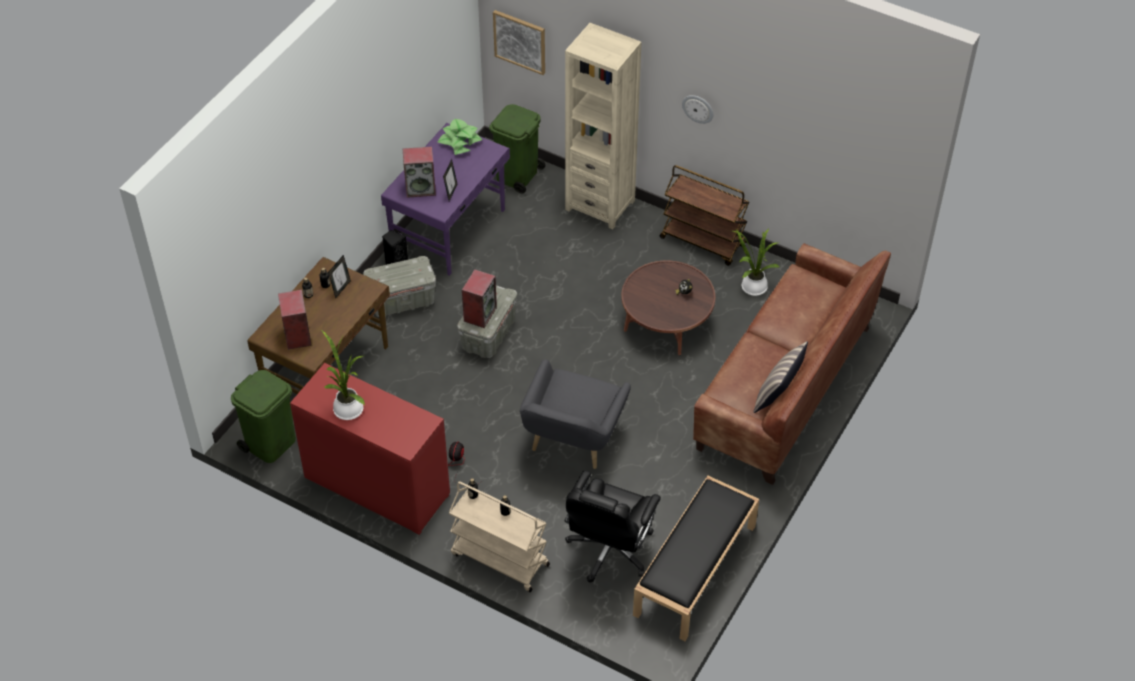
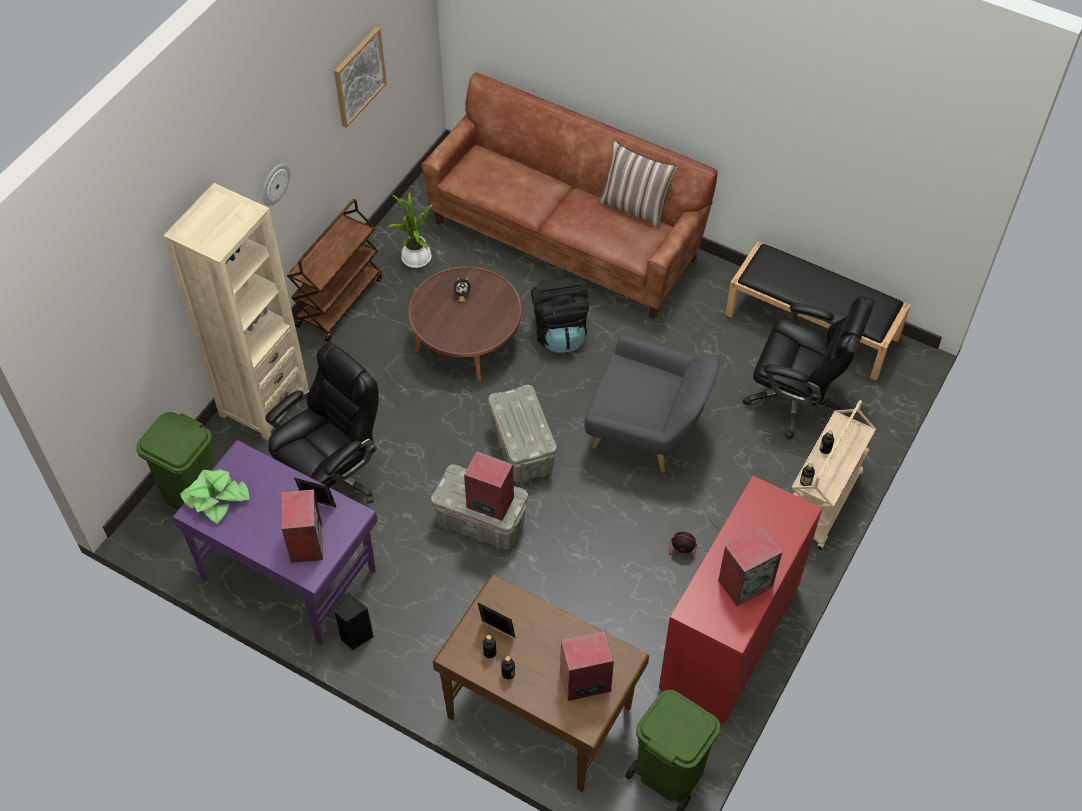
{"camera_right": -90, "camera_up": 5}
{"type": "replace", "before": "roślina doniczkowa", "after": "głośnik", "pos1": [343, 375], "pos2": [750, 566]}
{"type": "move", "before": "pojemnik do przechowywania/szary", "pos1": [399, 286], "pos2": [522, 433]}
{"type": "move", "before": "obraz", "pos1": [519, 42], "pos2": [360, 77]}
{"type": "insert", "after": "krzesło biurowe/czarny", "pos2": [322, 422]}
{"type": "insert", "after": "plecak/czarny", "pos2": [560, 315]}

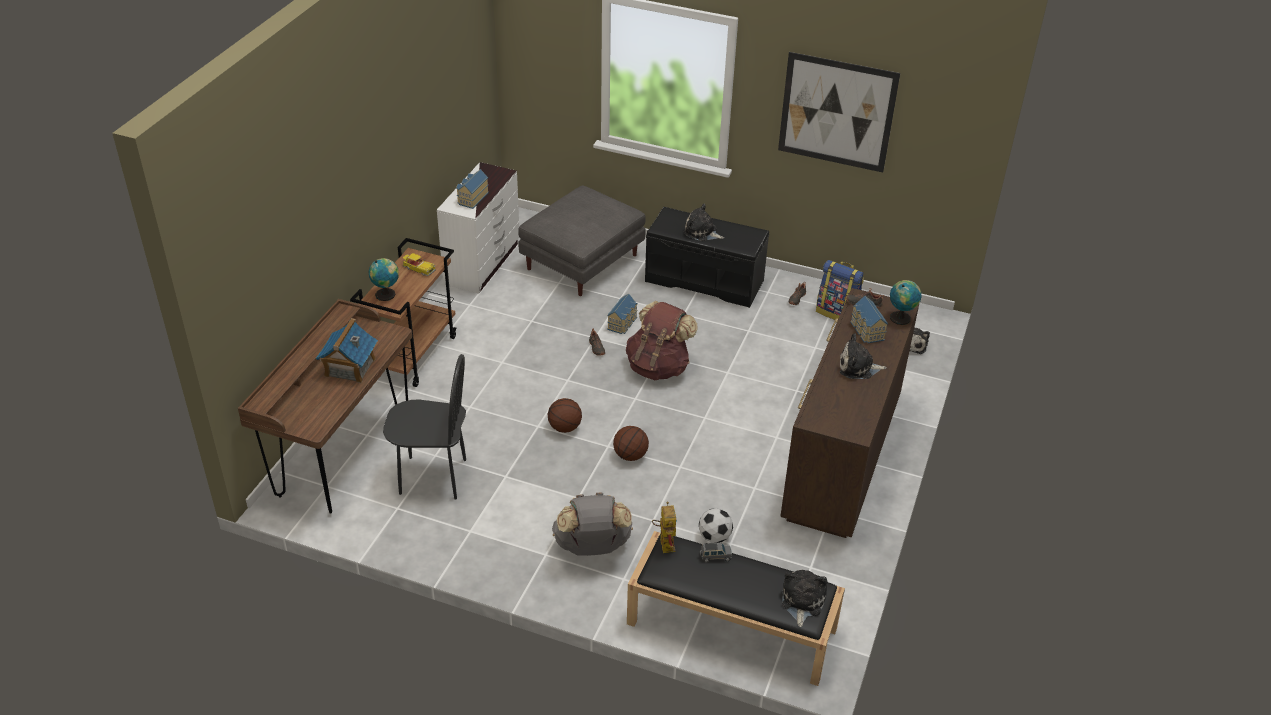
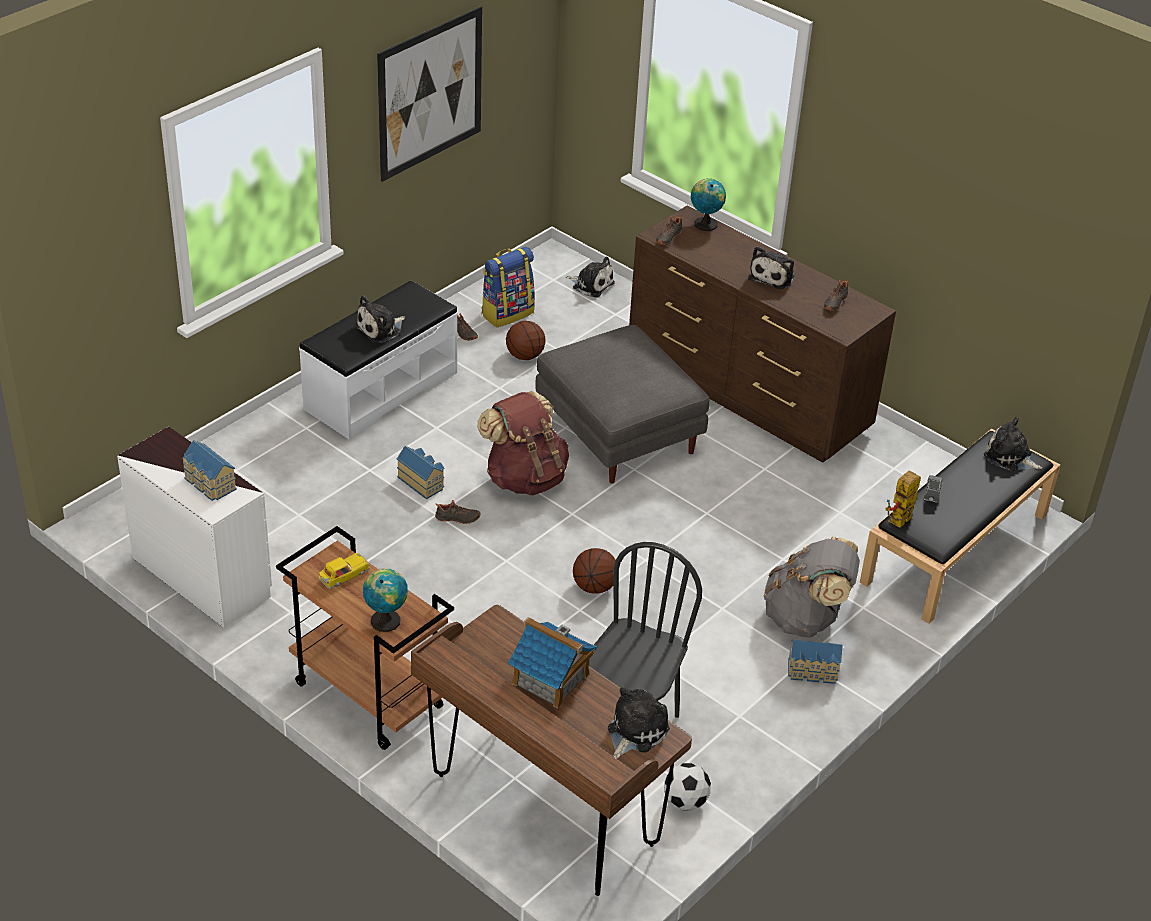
{"camera_right": -70, "camera_up": 0}
{"type": "move", "before": "pufa/szary", "pos1": [582, 241], "pos2": [623, 404]}
{"type": "move", "before": "piłka do koszykówki", "pos1": [631, 443], "pos2": [526, 340]}
{"type": "recolor", "before": "ławka/czarny", "after": "ławka/biały", "pos1": [707, 257], "pos2": [378, 360]}
{"type": "rotate", "before": "robot zabawkowy", "pos1": [664, 527], "pos2": [903, 499], "turn": -60}
{"type": "move", "before": "piłka futbolowa", "pos1": [716, 525], "pos2": [687, 786]}
{"type": "move", "before": "domek", "pos1": [869, 319], "pos2": [815, 662]}
{"type": "insert", "after": "pluszak", "pos2": [639, 723]}
{"type": "insert", "after": "but/czarny", "pos2": [836, 295]}

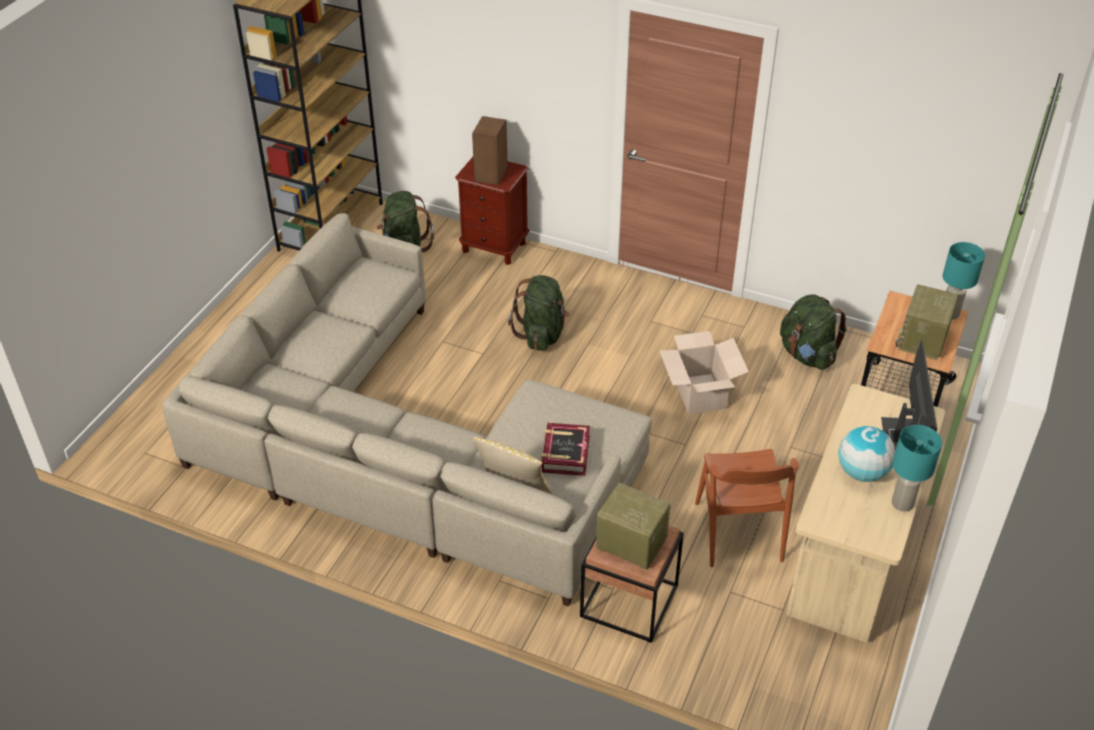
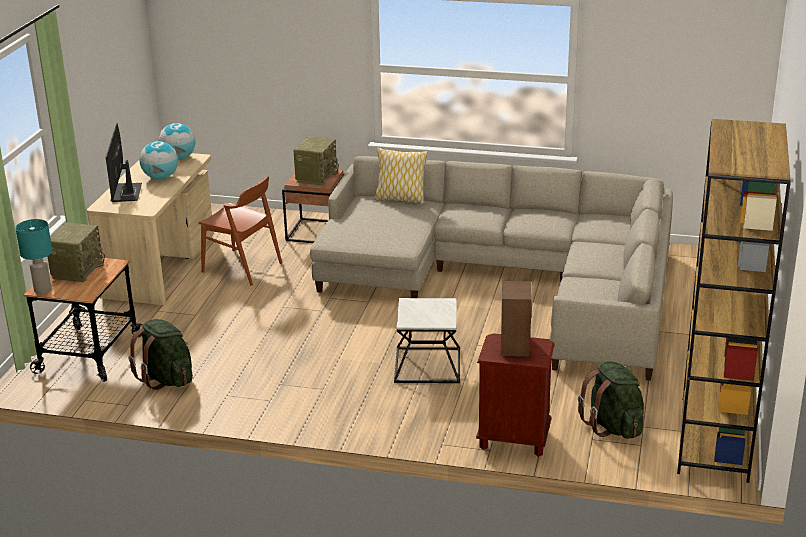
{"camera_right": 170, "camera_up": -15}
{"type": "replace", "before": "plecak/zielony", "after": "stolik", "pos1": [539, 313], "pos2": [427, 340]}
{"type": "delete", "before": "książka", "pos1": [565, 449]}
{"type": "rotate", "before": "radio", "pos1": [633, 526], "pos2": [316, 161], "turn": -90}
{"type": "delete", "before": "karton", "pos1": [704, 372]}
{"type": "rotate", "before": "krzesło/brązowy", "pos1": [747, 508], "pos2": [240, 231], "turn": 135}
{"type": "delete", "before": "lampa stołowa/turkusowy", "pos1": [917, 468]}
{"type": "insert", "after": "globus", "pos2": [177, 141]}

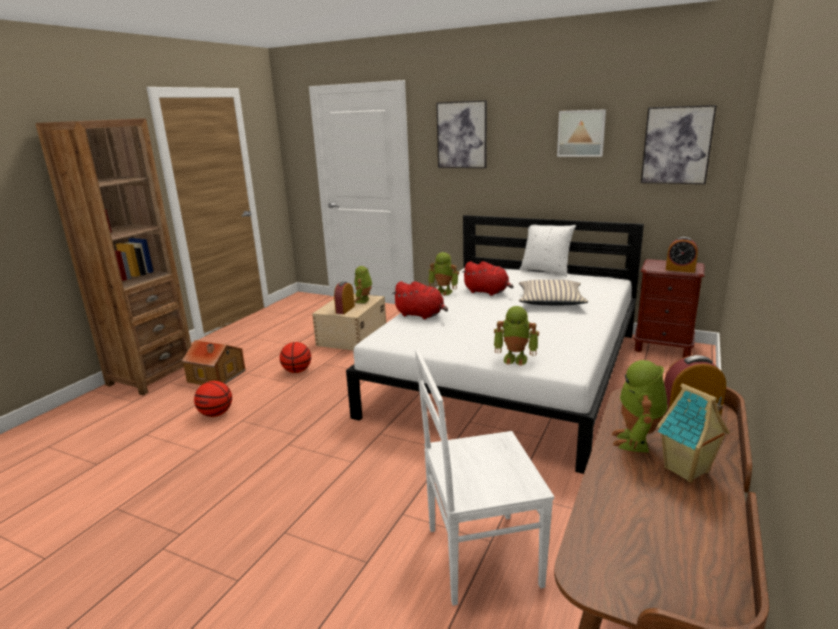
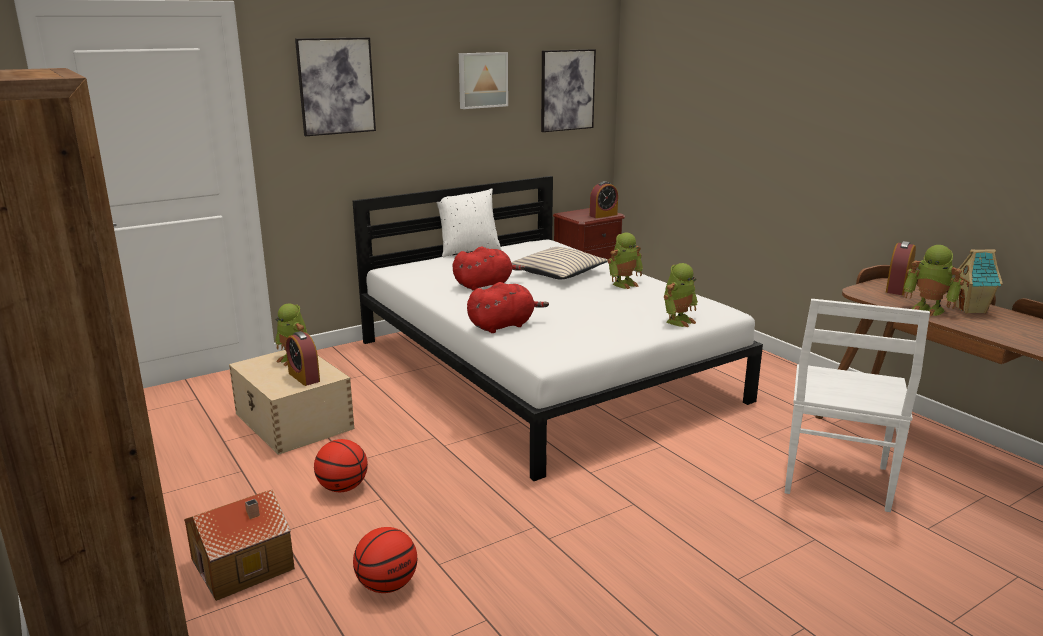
{"camera_right": -60, "camera_up": 0}
{"type": "move", "before": "robot zabawkowy", "pos1": [443, 274], "pos2": [625, 261]}

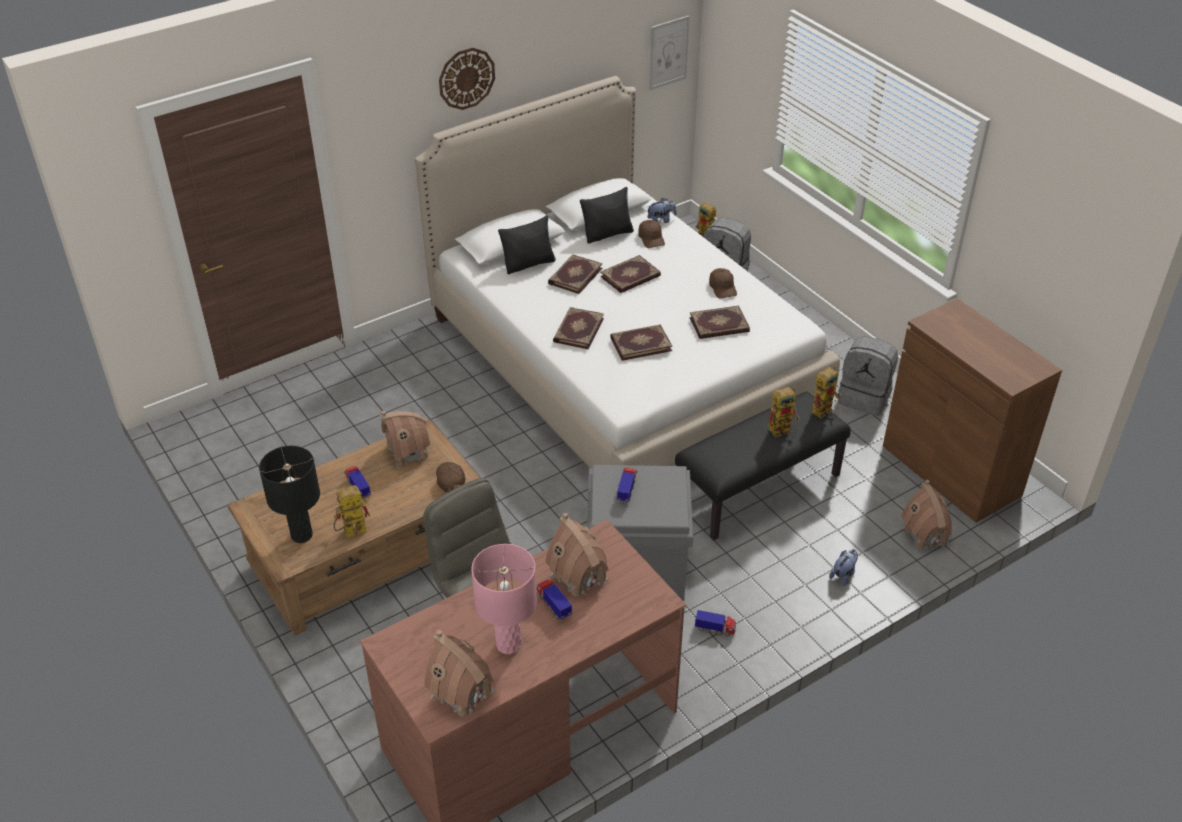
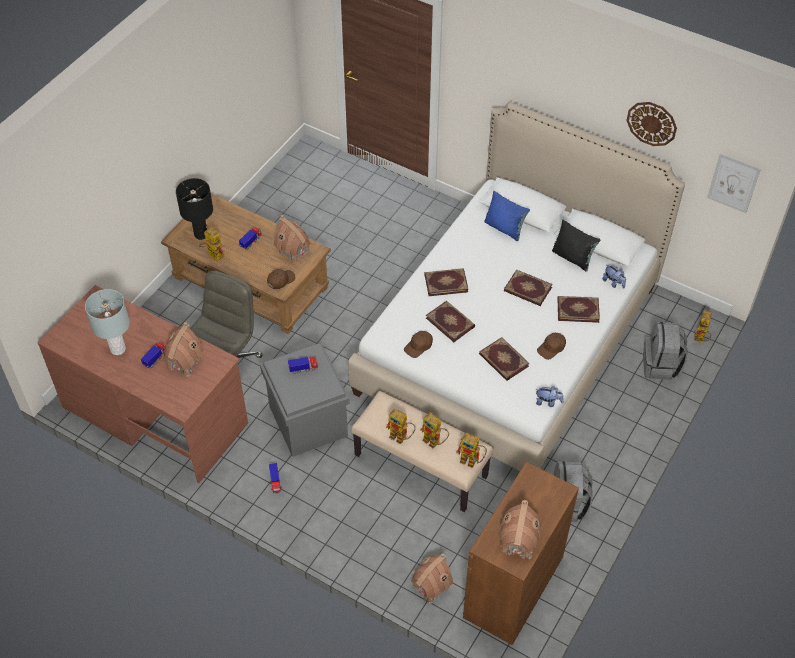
{"camera_right": 65, "camera_up": 10}
{"type": "move", "before": "domek", "pos1": [459, 674], "pos2": [520, 529]}
{"type": "move", "before": "zegar ścienny", "pos1": [467, 79], "pos2": [651, 124]}
{"type": "recolor", "before": "lampa stołowa/różowy", "after": "lampa stołowa/szary", "pos1": [504, 599], "pos2": [107, 322]}
{"type": "recolor", "before": "poduszka/czarny", "after": "poduszka/niebieski", "pos1": [527, 244], "pos2": [507, 216]}
{"type": "move", "before": "książka", "pos1": [575, 274], "pos2": [578, 309]}
{"type": "move", "before": "czapka z daszkiem/brązowy", "pos1": [651, 234], "pos2": [418, 344]}
{"type": "recolor", "before": "ławka/czarny", "after": "ławka/beżowy", "pos1": [763, 466], "pos2": [422, 451]}
{"type": "move", "before": "pluszak", "pos1": [843, 567], "pos2": [550, 396]}
{"type": "insert", "after": "robot zabawkowy", "pos2": [401, 426]}

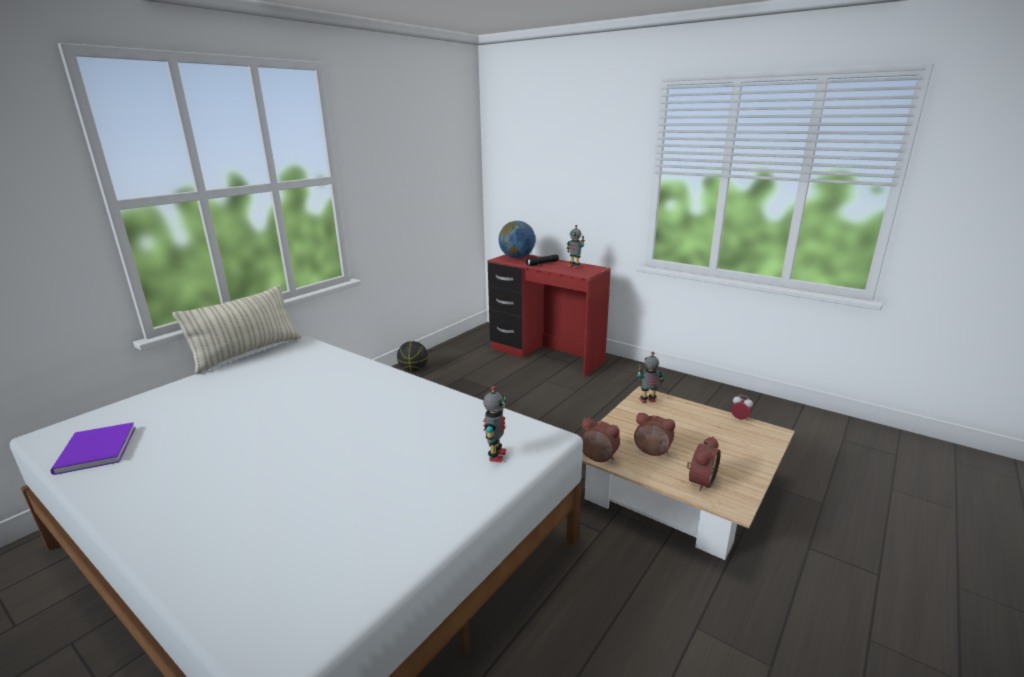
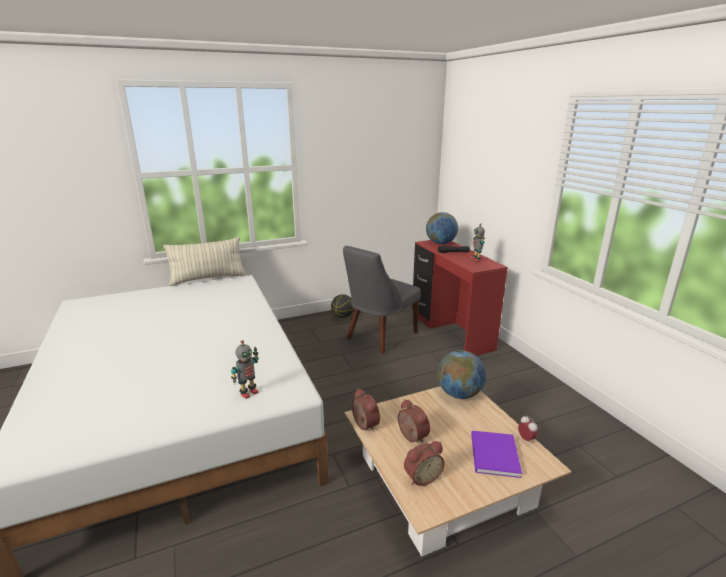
{"camera_right": 30, "camera_up": 0}
{"type": "move", "before": "książka/fioletowy", "pos1": [92, 448], "pos2": [496, 454]}
{"type": "replace", "before": "robot zabawkowy", "after": "globus", "pos1": [650, 377], "pos2": [461, 374]}
{"type": "insert", "after": "krzesło/szary", "pos2": [382, 300]}

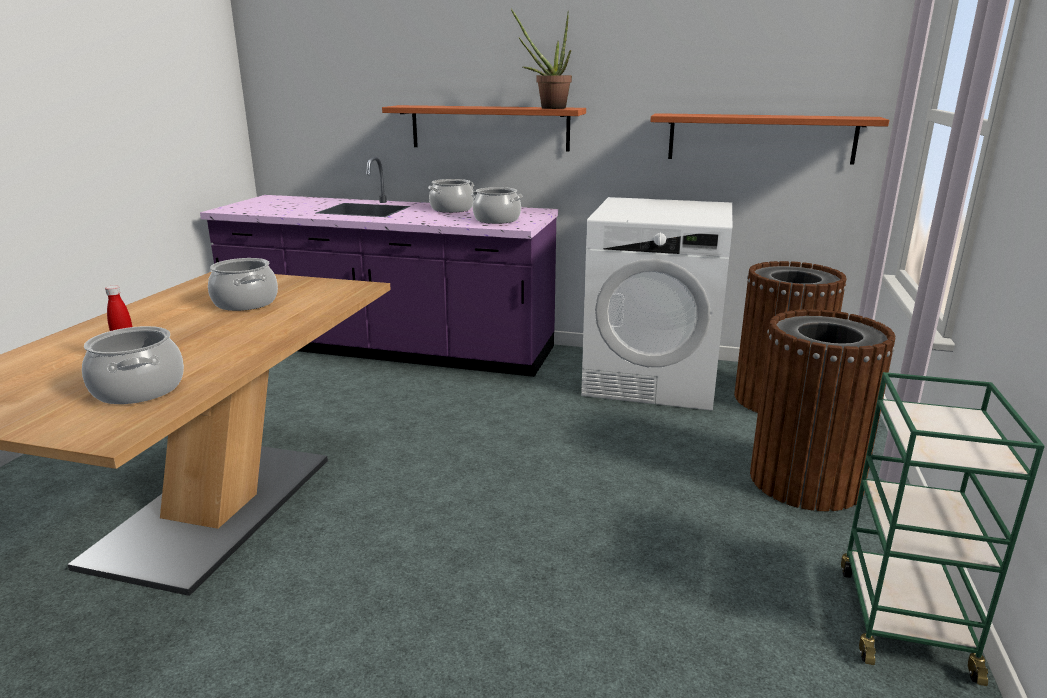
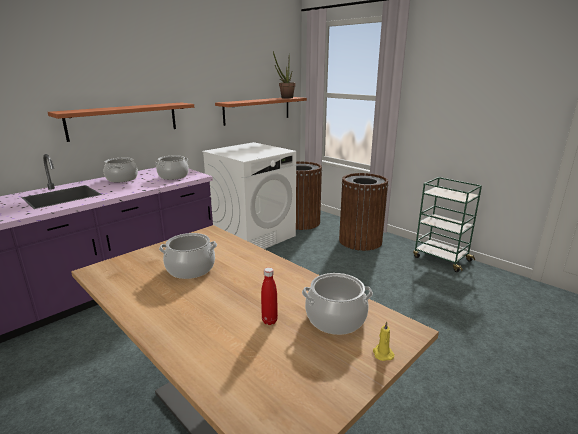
{"camera_right": -60, "camera_up": 0}
{"type": "move", "before": "roślina doniczkowa", "pos1": [541, 59], "pos2": [284, 75]}
{"type": "insert", "after": "świeca/żółty", "pos2": [384, 341]}

